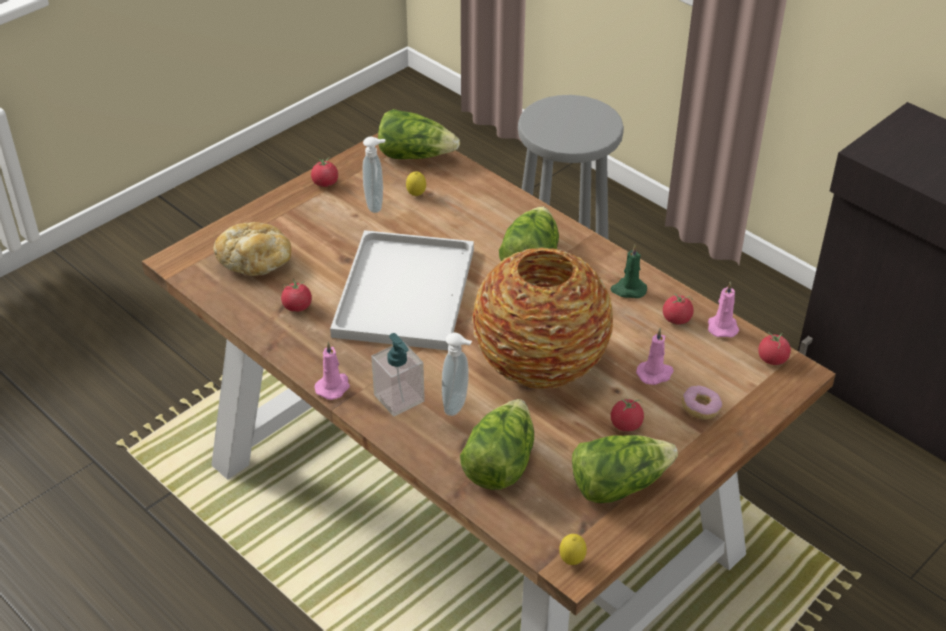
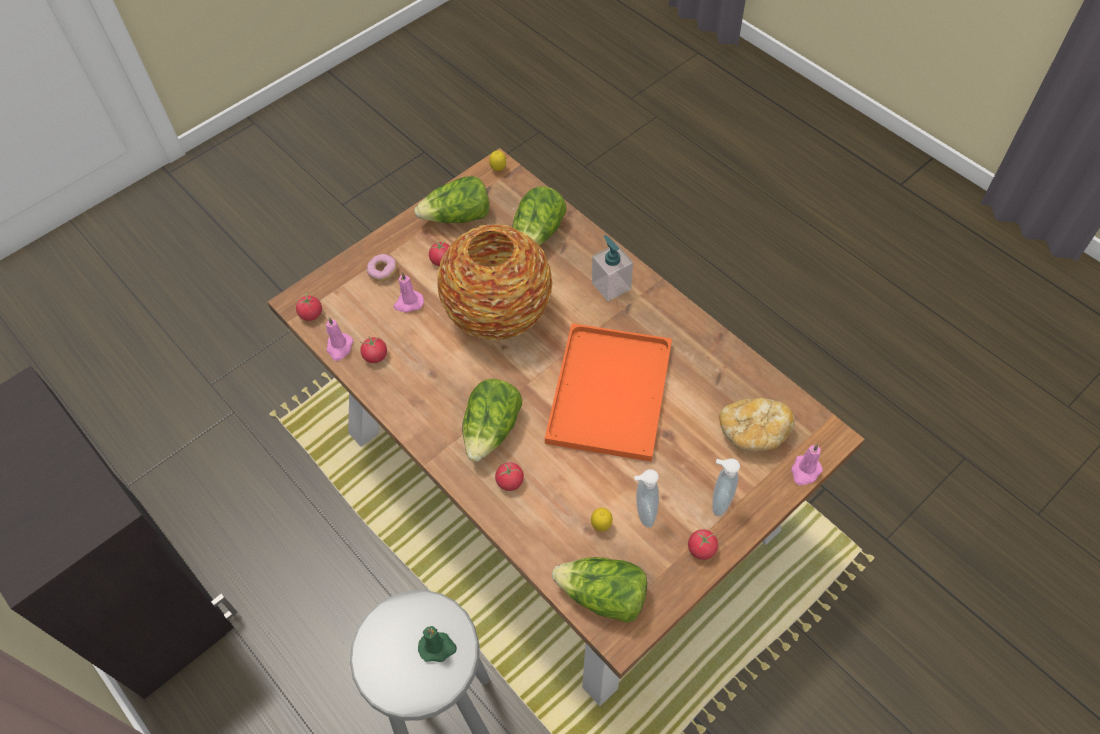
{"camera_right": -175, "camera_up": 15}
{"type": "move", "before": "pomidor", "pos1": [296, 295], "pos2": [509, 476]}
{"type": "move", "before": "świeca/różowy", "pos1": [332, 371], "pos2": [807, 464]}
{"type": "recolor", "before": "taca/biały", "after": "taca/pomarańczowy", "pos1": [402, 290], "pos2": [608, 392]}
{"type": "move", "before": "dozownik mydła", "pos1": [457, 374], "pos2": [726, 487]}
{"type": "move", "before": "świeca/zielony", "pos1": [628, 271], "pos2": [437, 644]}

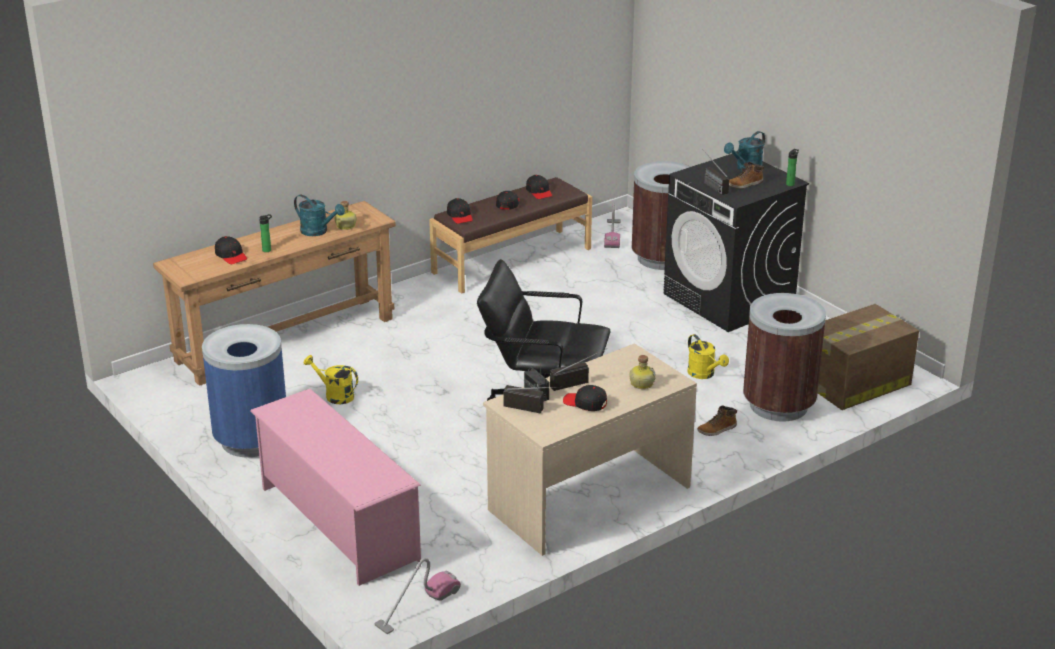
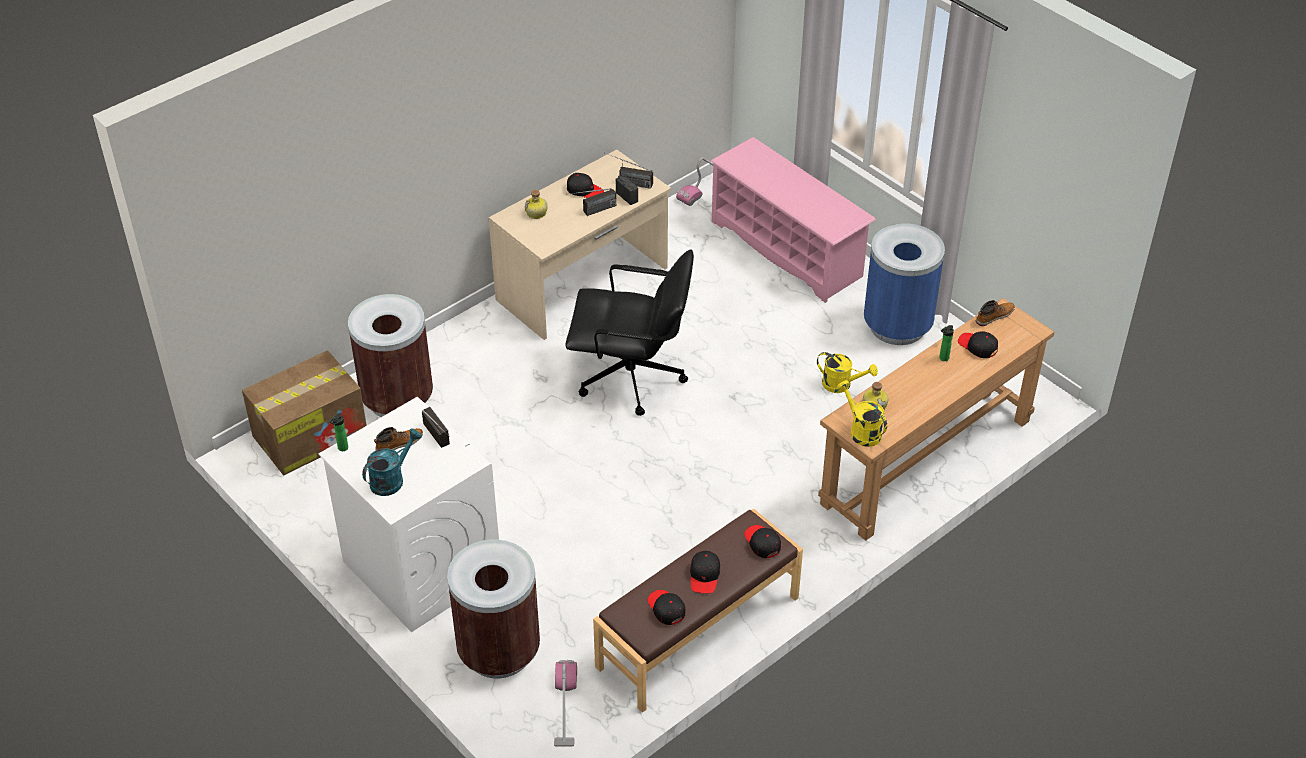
{"camera_right": 175, "camera_up": 15}
{"type": "delete", "before": "konewka/turkusowy", "pos1": [319, 215]}
{"type": "recolor", "before": "pralka/czarny", "after": "pralka/biały", "pos1": [736, 242], "pos2": [408, 514]}
{"type": "move", "before": "konewka/żółty", "pos1": [708, 356], "pos2": [862, 413]}
{"type": "move", "before": "but z cholewką", "pos1": [717, 420], "pos2": [995, 313]}

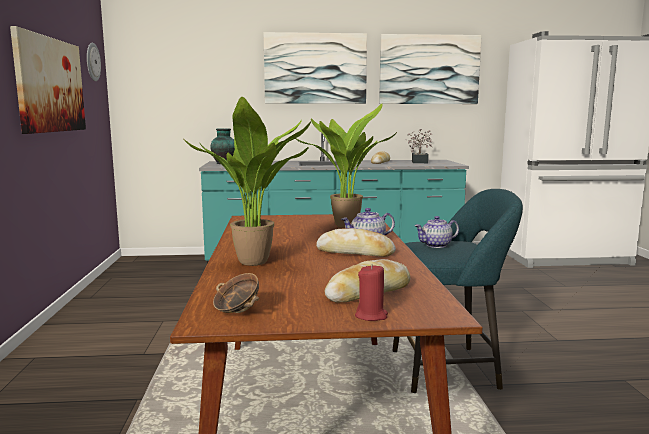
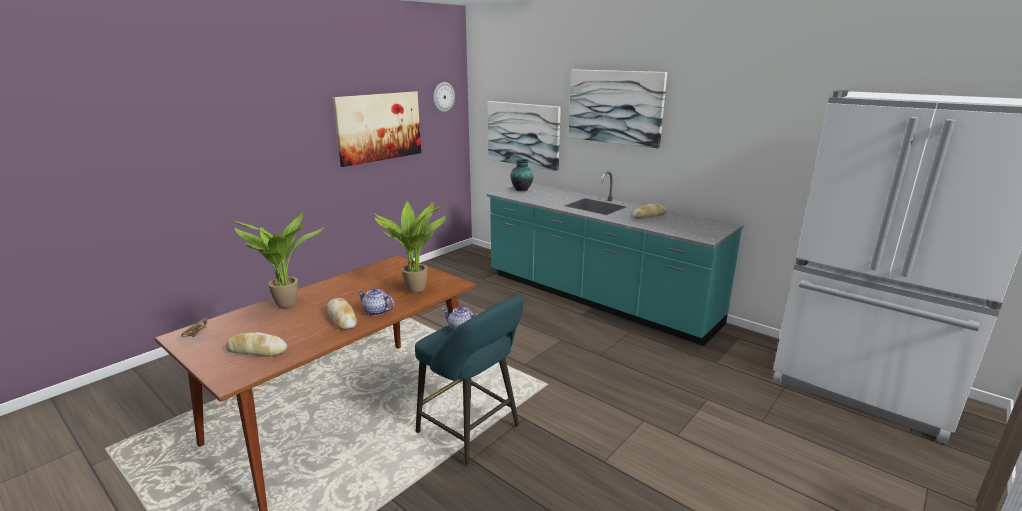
{"camera_right": 45, "camera_up": 10}
{"type": "delete", "before": "świeca/czerwony", "pos1": [371, 292]}
{"type": "move", "before": "obraz", "pos1": [430, 69], "pos2": [524, 136]}
{"type": "delete", "before": "roślina doniczkowa", "pos1": [419, 146]}

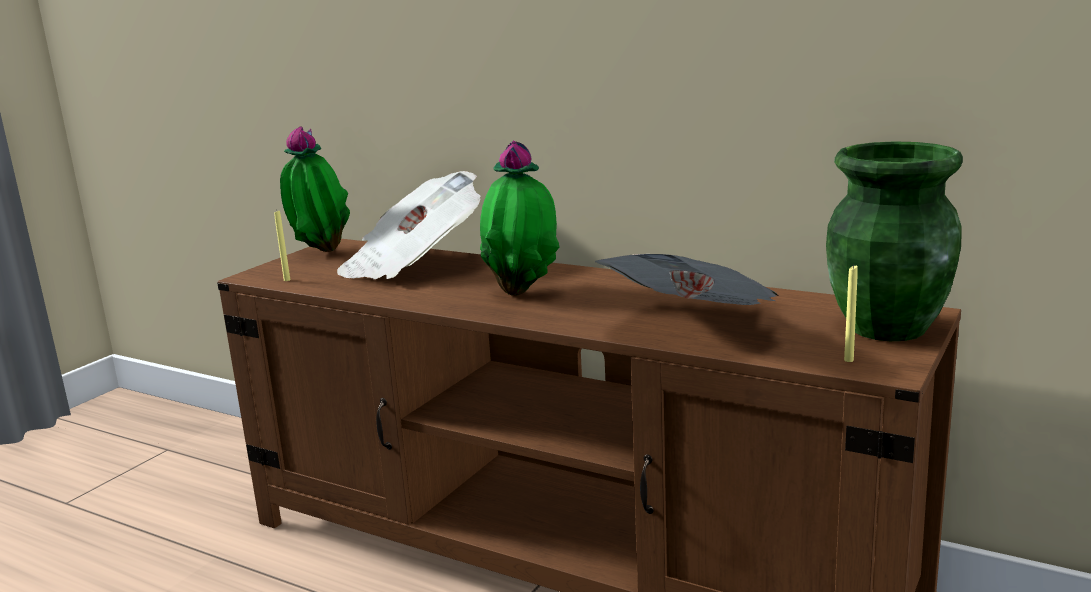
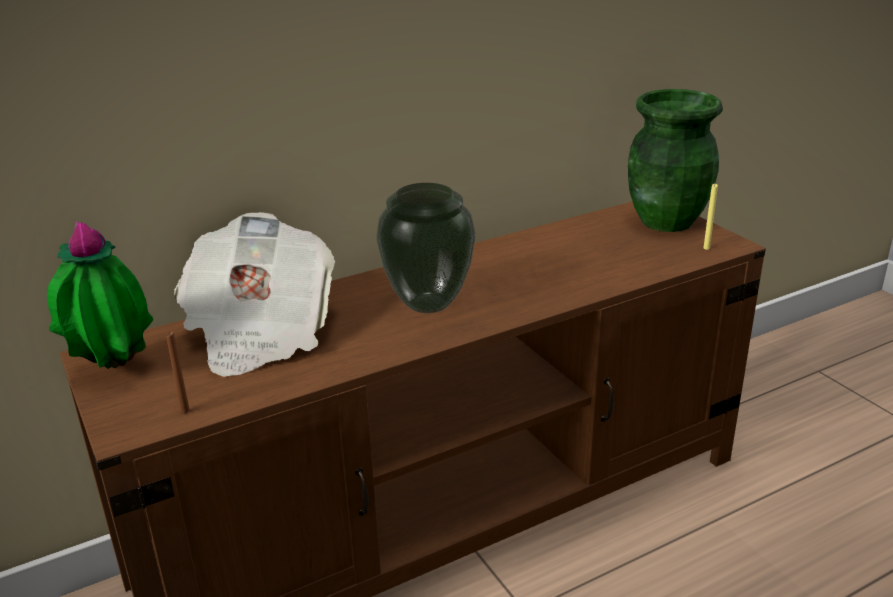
{"camera_right": -60, "camera_up": 10}
{"type": "recolor", "before": "świeca/żółty", "after": "świeca/brązowy", "pos1": [282, 245], "pos2": [178, 372]}
{"type": "replace", "before": "roślina doniczkowa", "after": "wazon", "pos1": [520, 218], "pos2": [426, 248]}
{"type": "delete", "before": "gazeta", "pos1": [686, 279]}

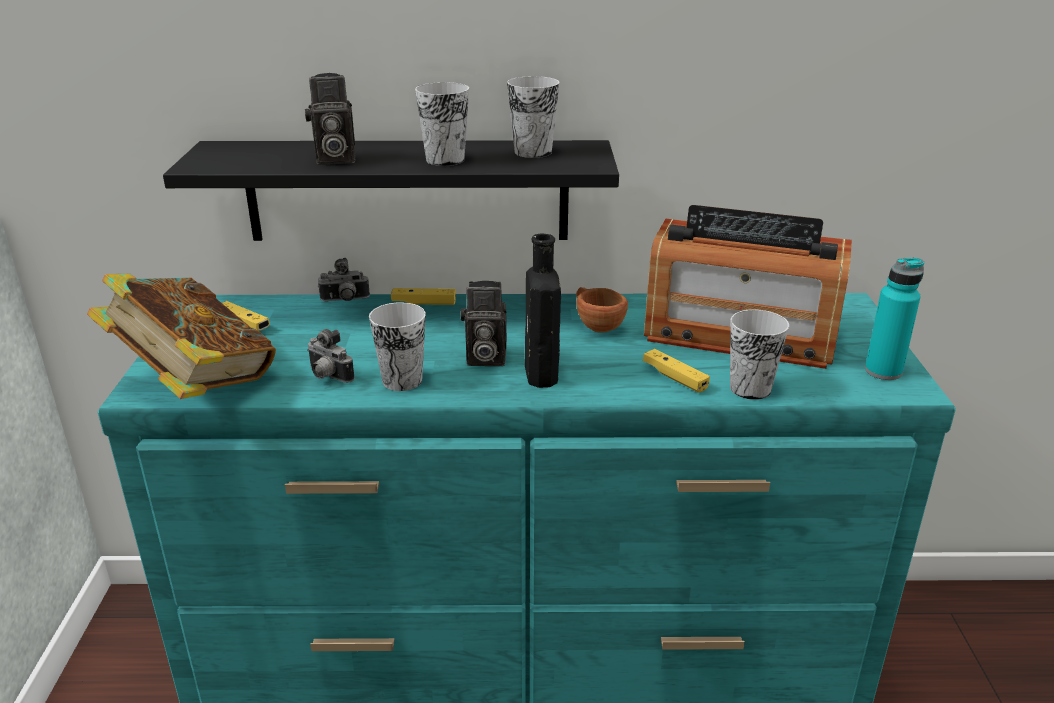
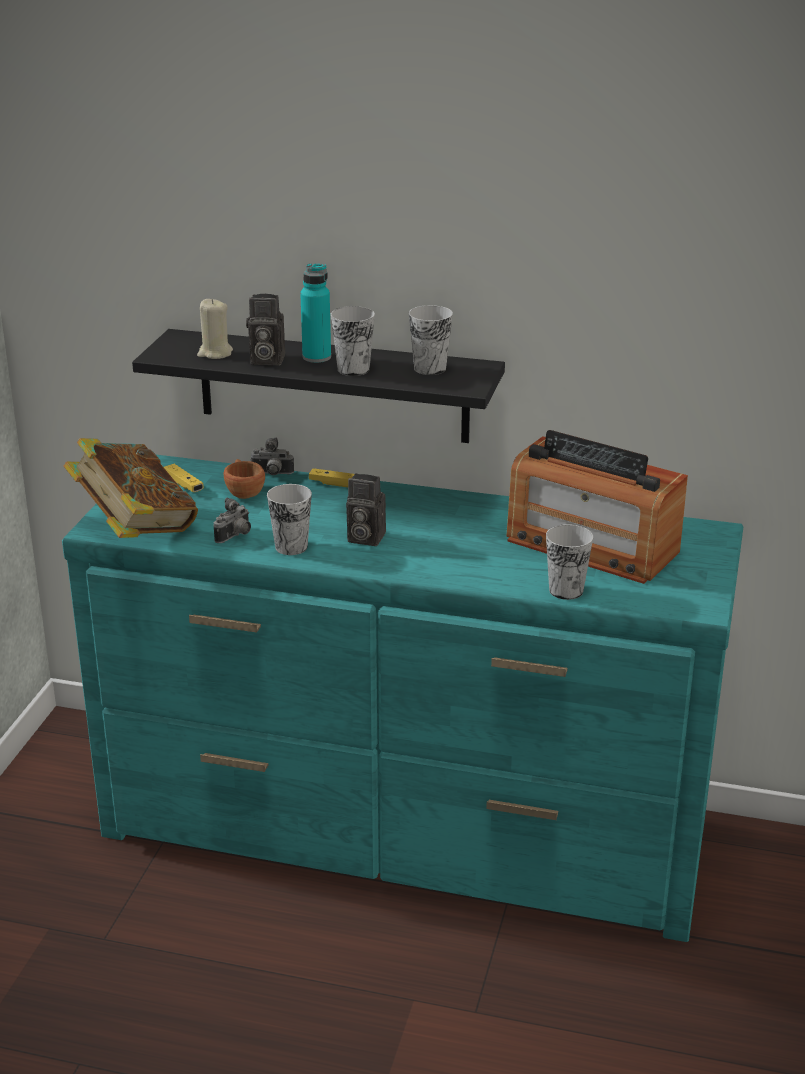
{"camera_right": 15, "camera_up": 0}
{"type": "rotate", "before": "aparat fotograficzny", "pos1": [331, 356], "pos2": [232, 520], "turn": -105}
{"type": "delete", "before": "butelka/czarny", "pos1": [543, 311]}
{"type": "move", "before": "filiżanka/brązowy", "pos1": [602, 309], "pos2": [244, 479]}
{"type": "delete", "before": "pad do gier/żółty", "pos1": [676, 371]}
{"type": "move", "before": "butelka/turkusowy", "pos1": [894, 319], "pos2": [315, 313]}
{"type": "insert", "after": "świeca/beżowy", "pos2": [215, 329]}

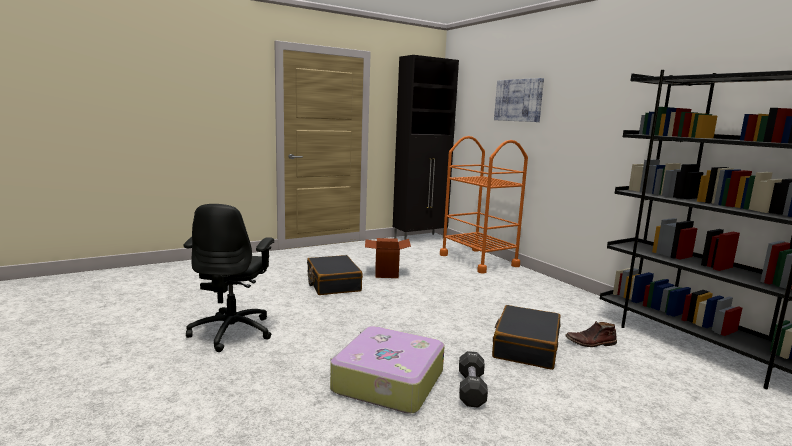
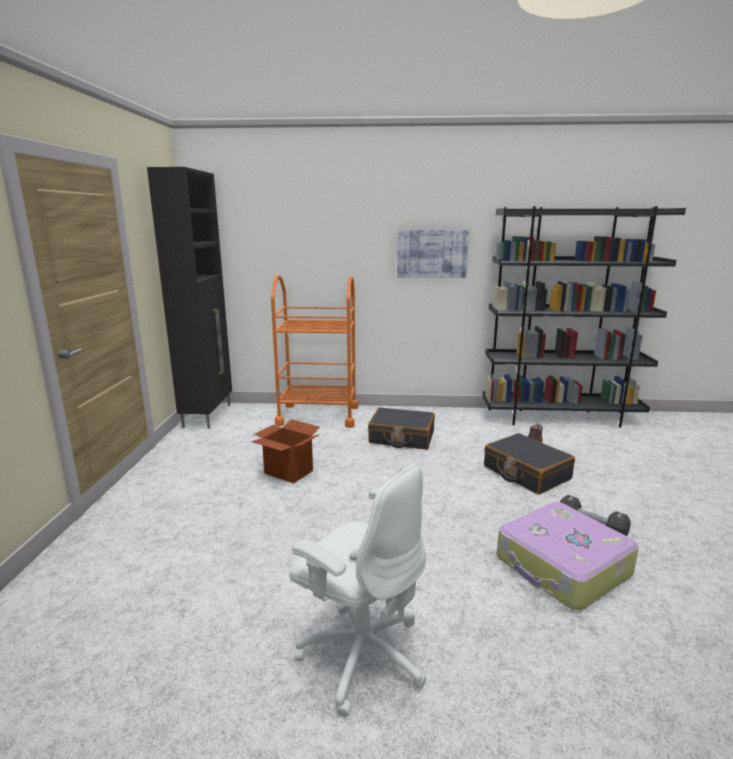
{"camera_right": -55, "camera_up": 5}
{"type": "recolor", "before": "krzesło biurowe/czarny", "after": "krzesło biurowe/biały", "pos1": [229, 278], "pos2": [357, 590]}
{"type": "move", "before": "walizka/czarny", "pos1": [335, 275], "pos2": [401, 428]}
{"type": "move", "before": "obraz", "pos1": [519, 100], "pos2": [433, 254]}

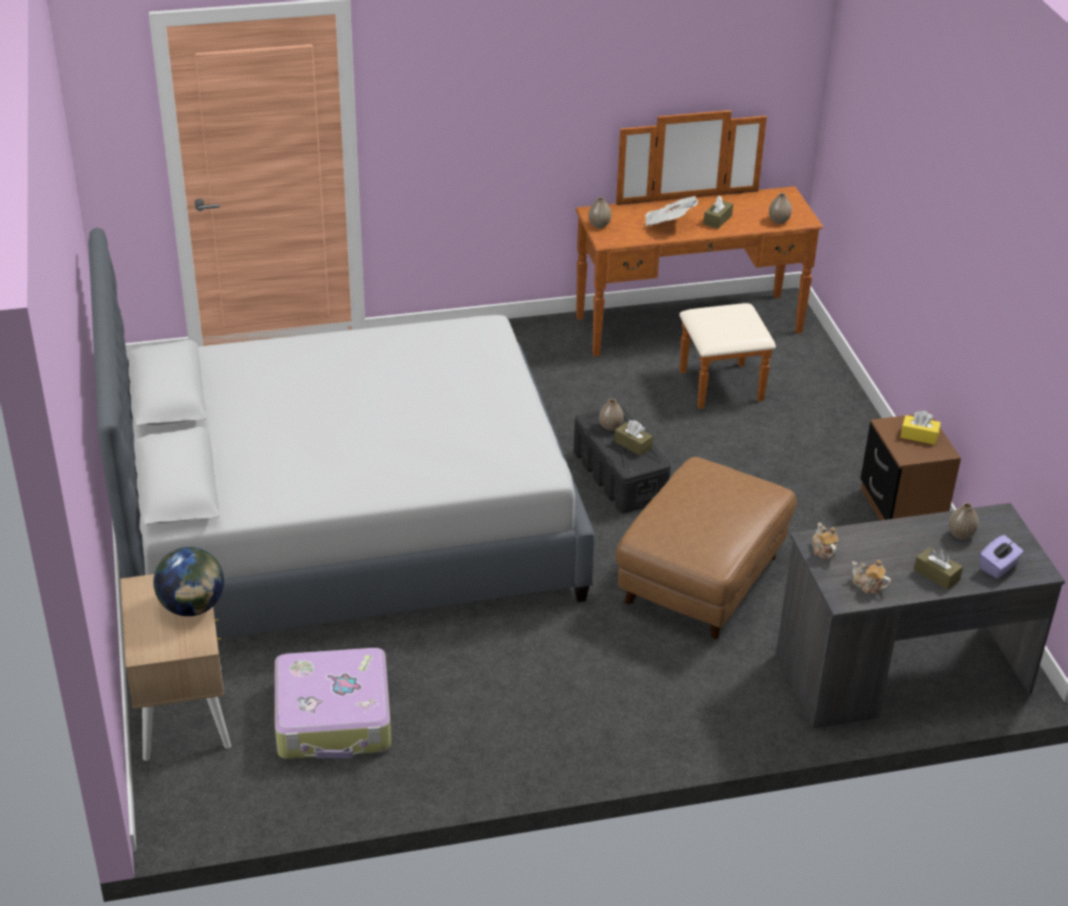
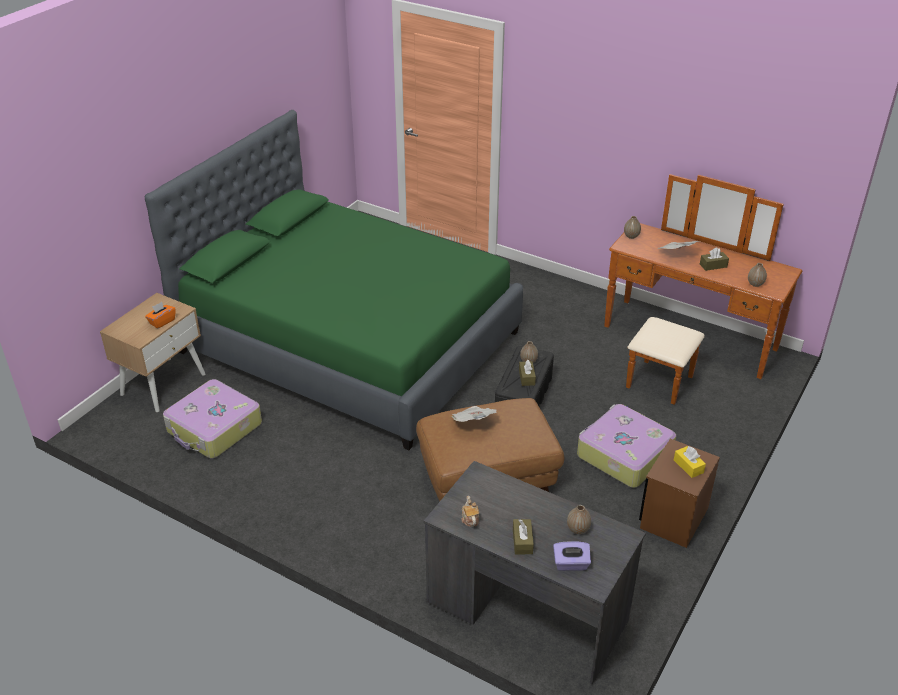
{"camera_right": 45, "camera_up": 0}
{"type": "recolor", "before": "łóżko/szary", "after": "łóżko/zielony", "pos1": [341, 433], "pos2": [334, 280]}
{"type": "replace", "before": "globus", "after": "pudełko chusteczek/pomarańczowy", "pos1": [188, 581], "pos2": [160, 315]}
{"type": "delete", "before": "imbryk", "pos1": [825, 540]}
{"type": "insert", "after": "gazeta", "pos2": [474, 414]}
{"type": "insert", "after": "walizka", "pos2": [626, 446]}

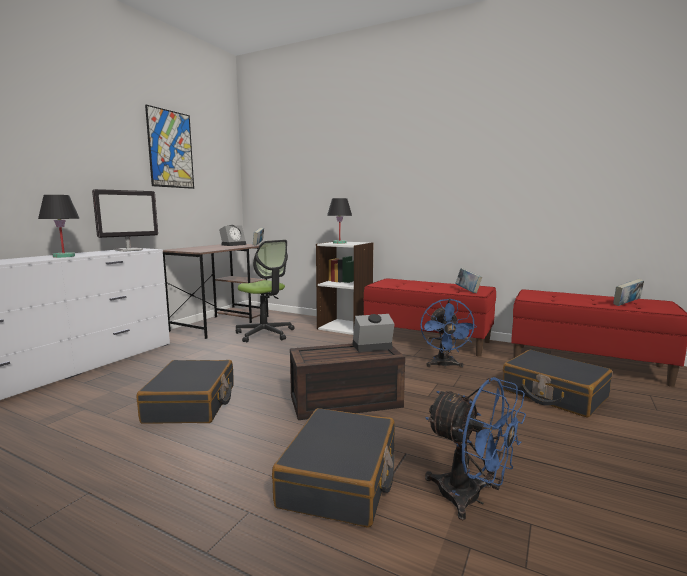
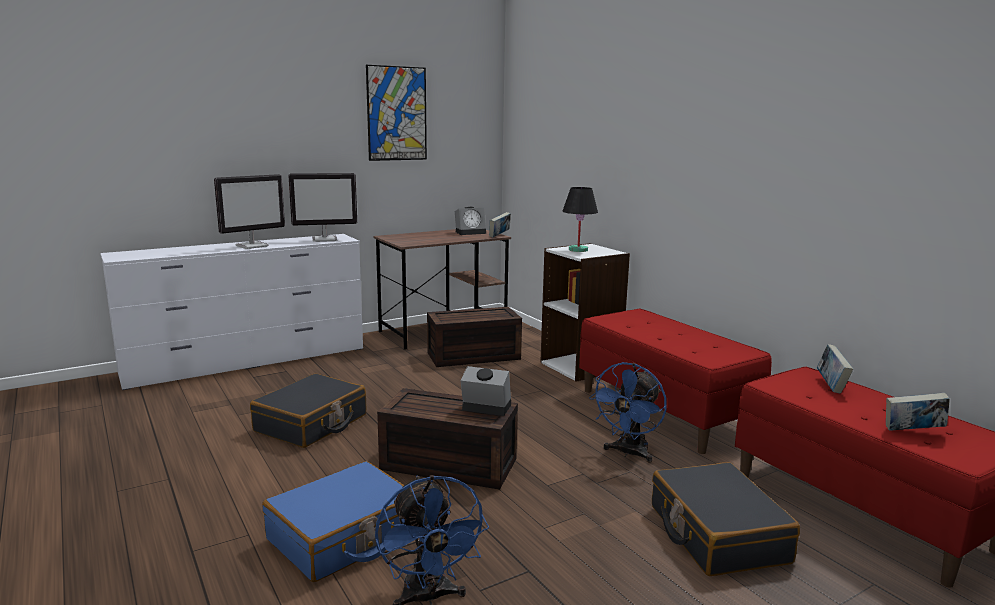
{"camera_right": 30, "camera_up": 5}
{"type": "replace", "before": "lampa stołowa/czarny", "after": "monitor", "pos1": [59, 226], "pos2": [249, 211]}
{"type": "replace", "before": "krzesło biurowe", "after": "pojemnik do przechowywania/brązowy", "pos1": [265, 291], "pos2": [474, 337]}
{"type": "recolor", "before": "walizka/czarny", "after": "walizka/niebieski", "pos1": [333, 468], "pos2": [333, 521]}
{"type": "move", "before": "książka", "pos1": [468, 280], "pos2": [835, 369]}

